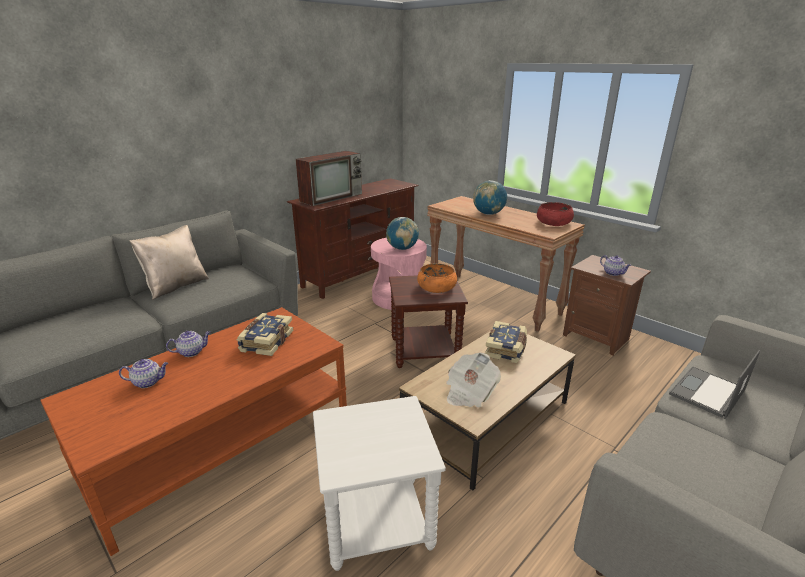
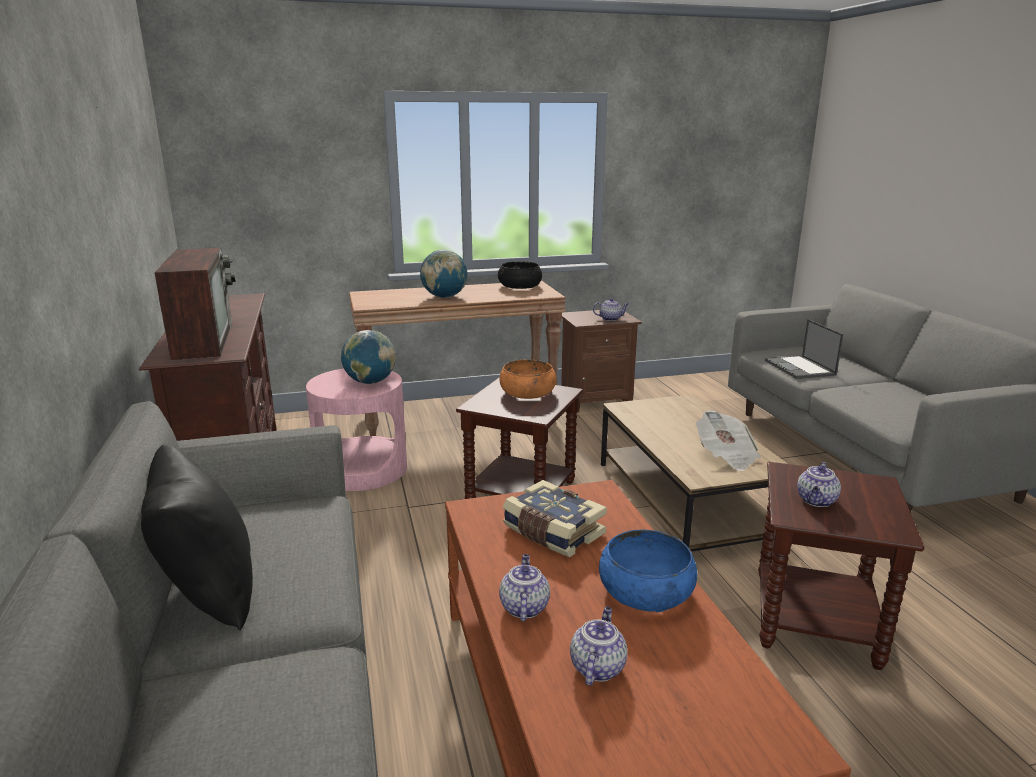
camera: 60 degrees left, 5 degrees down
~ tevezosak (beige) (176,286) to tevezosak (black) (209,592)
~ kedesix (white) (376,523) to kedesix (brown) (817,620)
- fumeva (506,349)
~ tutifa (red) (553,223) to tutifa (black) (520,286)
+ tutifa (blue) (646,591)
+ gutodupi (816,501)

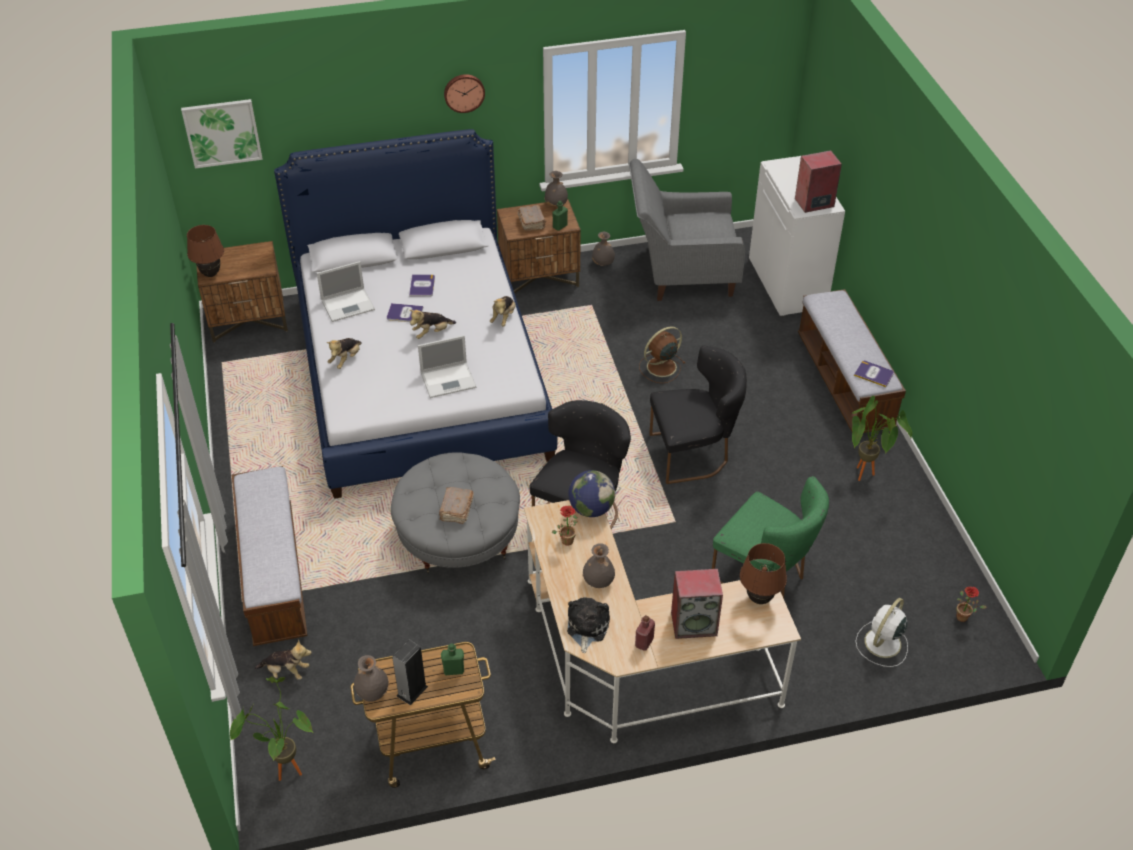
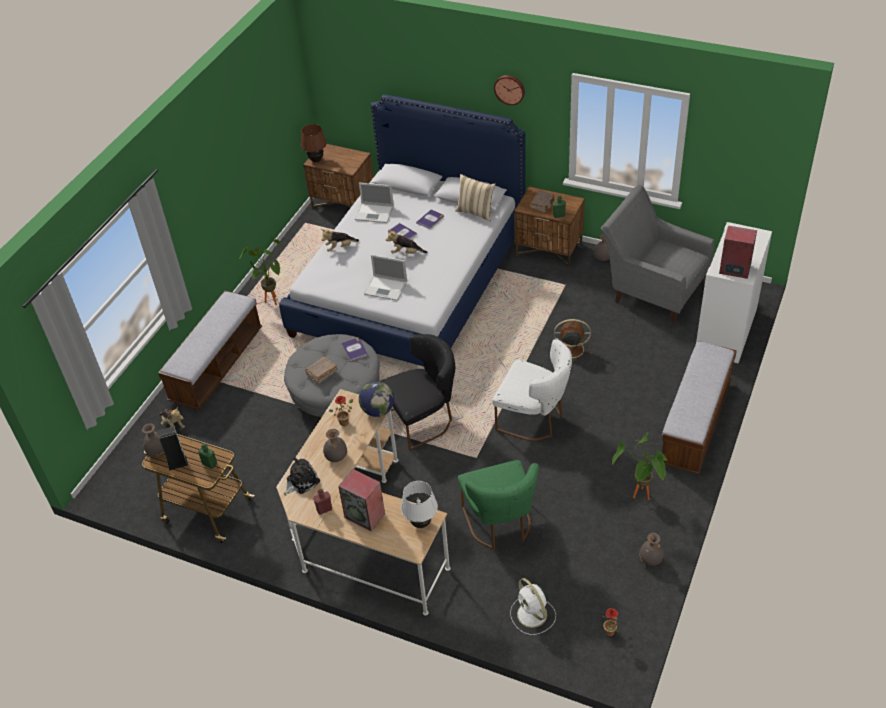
camera: 40 degrees right, 0 degrees up
- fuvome (222,132)
~ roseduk (284,769) to (271,299)
- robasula (503,317)
~ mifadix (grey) (556,205) to (650,560)
~ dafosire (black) (694,453) to dafosire (white) (534,419)
~ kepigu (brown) (759,598) to kepigu (white) (421,523)
~ fumeva (874,374) to (354,349)
~ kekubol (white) (881,644) = (533,615) 105 degrees counterclockwise
+ tevezosak (beige) (476,212)

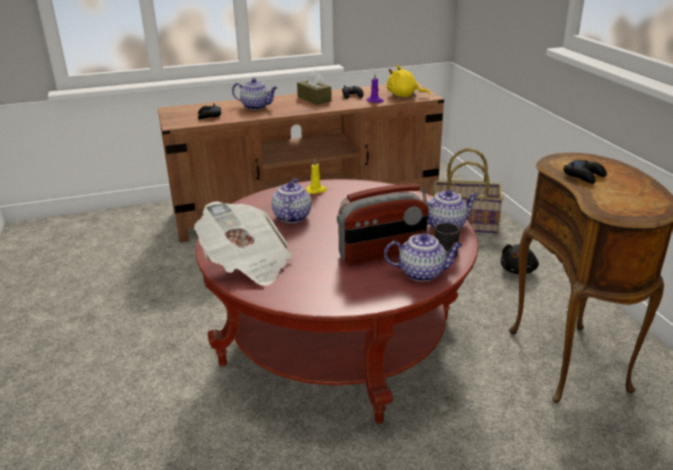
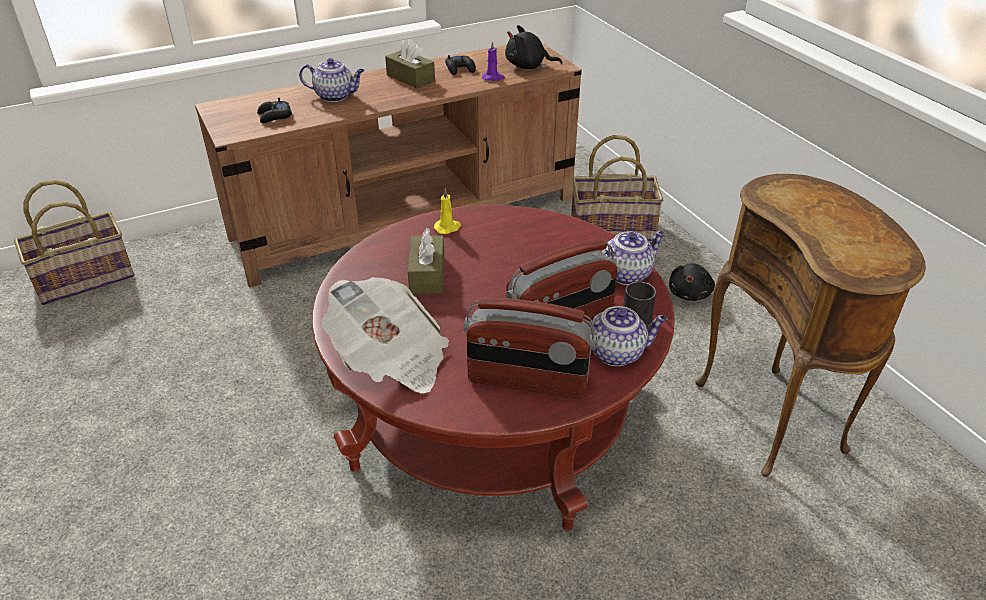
camera: 10 degrees left, 10 degrees up
~ gutodupi (291,216) to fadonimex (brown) (427,275)
~ robasula (yellow) (404,95) to robasula (black) (528,66)
- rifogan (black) (584,176)
+ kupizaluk (85,278)
+ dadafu (527,381)

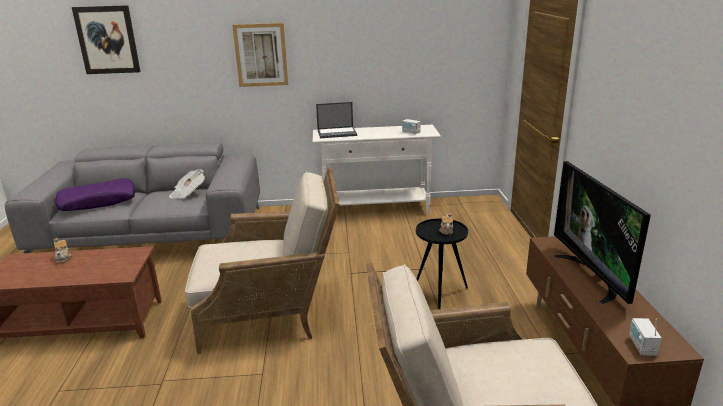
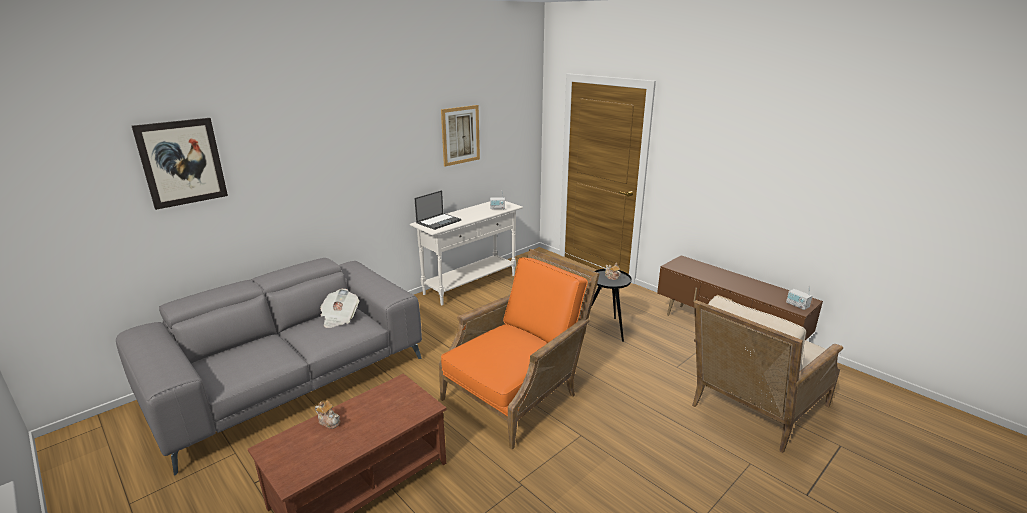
camera: 40 degrees left, 0 degrees up
- tevezosak (purple) (98,202)
~ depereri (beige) (271,313) to depereri (orange) (518,393)
~ fuvome (261,55) to (460,135)
- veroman (592,276)

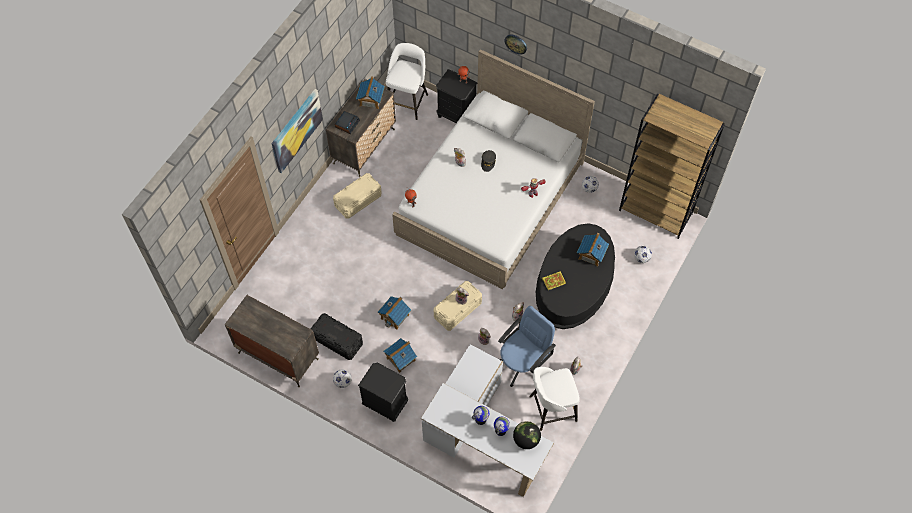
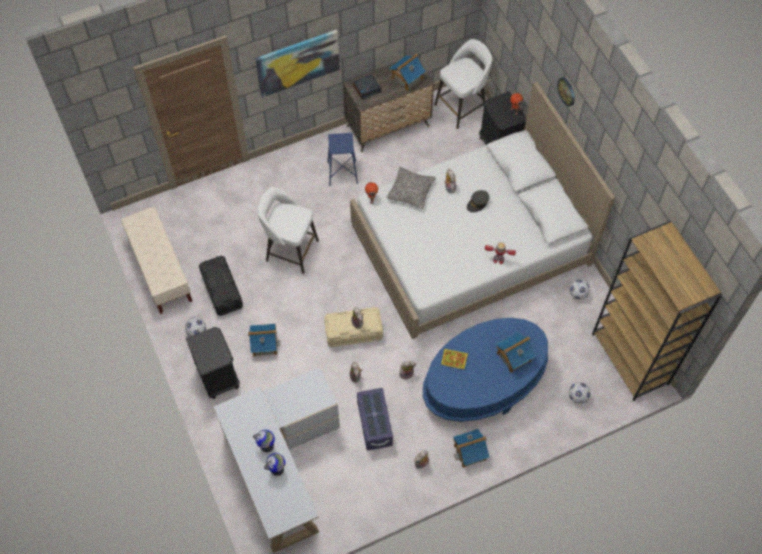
camera: 35 degrees right, 0 degrees up
~ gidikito (277,355) to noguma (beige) (160,270)
~ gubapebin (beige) (358,200) to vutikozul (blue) (342,173)
~ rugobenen (395,316) to (470,452)
~ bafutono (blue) (523,364) to gubapebin (purple) (374,424)
- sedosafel (526,439)
~ vutikozul (white) (551,409) to (290,250)
~ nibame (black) (573,288) to nibame (blue) (483,382)
+ tevezosak (411,191)

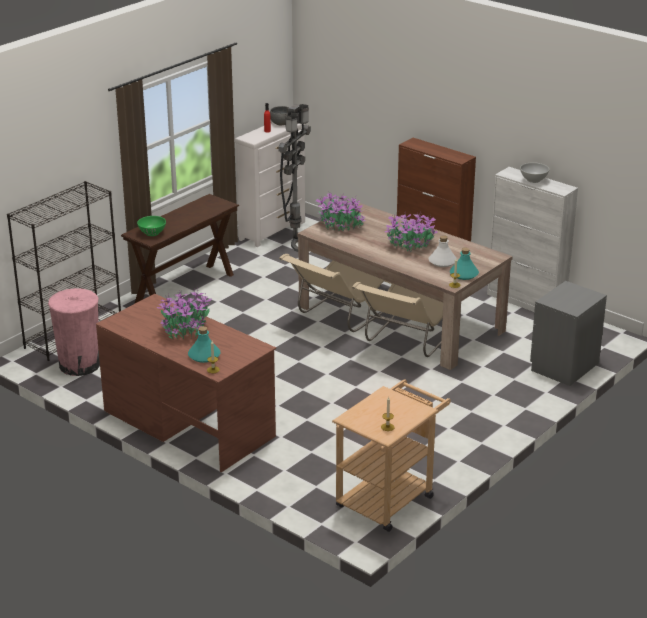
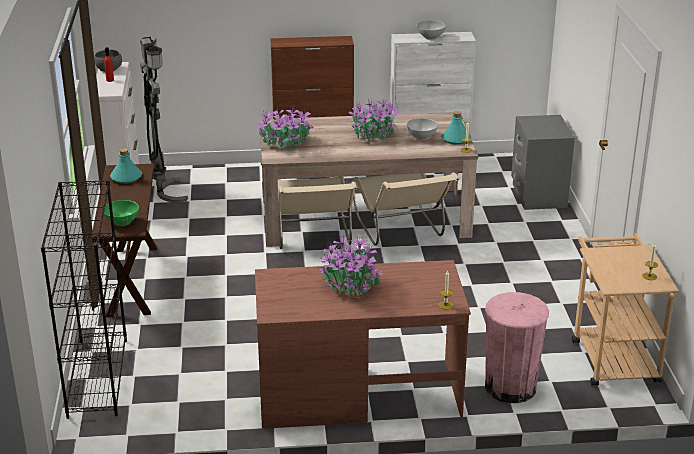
camera: 45 degrees left, 0 degrees up
~ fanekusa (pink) (79,365) to (510,387)
~ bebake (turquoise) (204,355) to (126,177)
~ bebake (white) (442,262) to tutifa (white) (421,137)

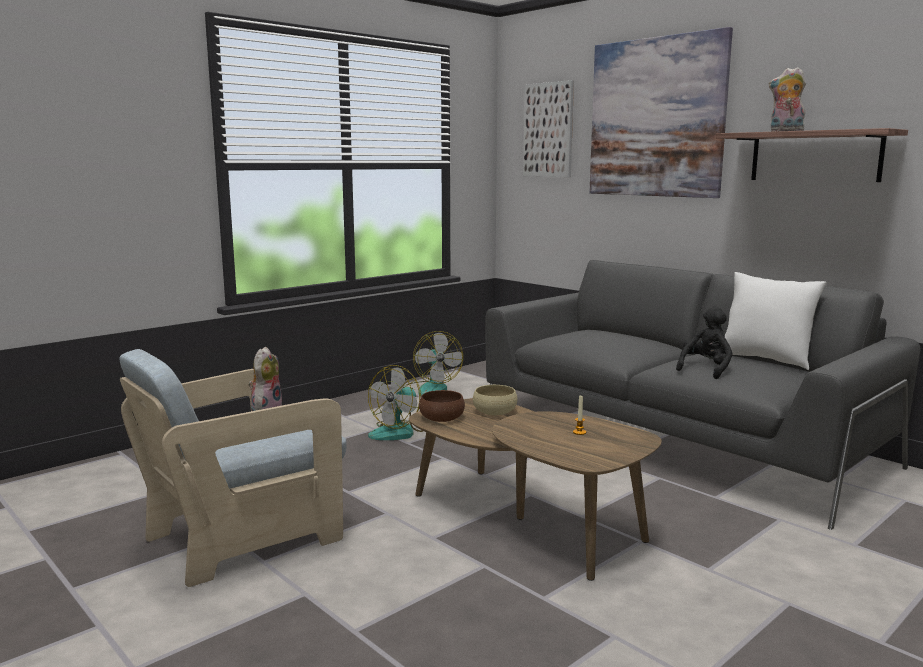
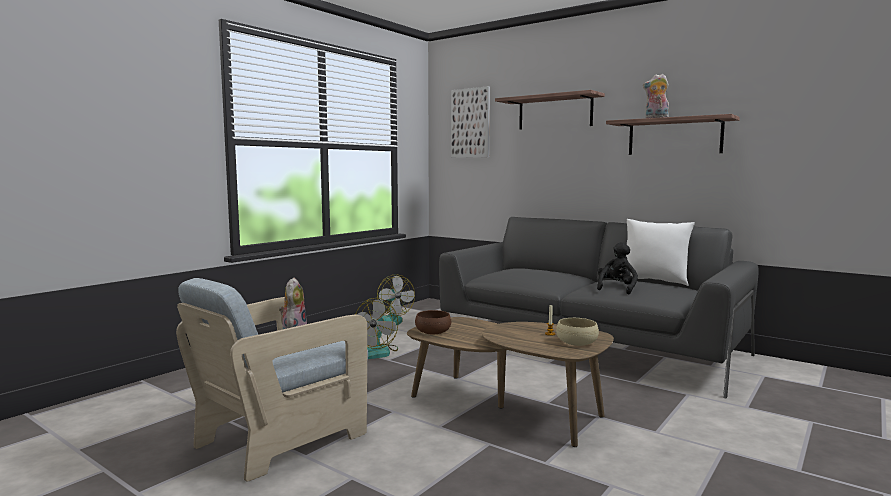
camera: 10 degrees left, 5 degrees down
~ tutifa (beige) (494,411) to (576,342)
~ fuvome (656,118) to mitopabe (555,112)

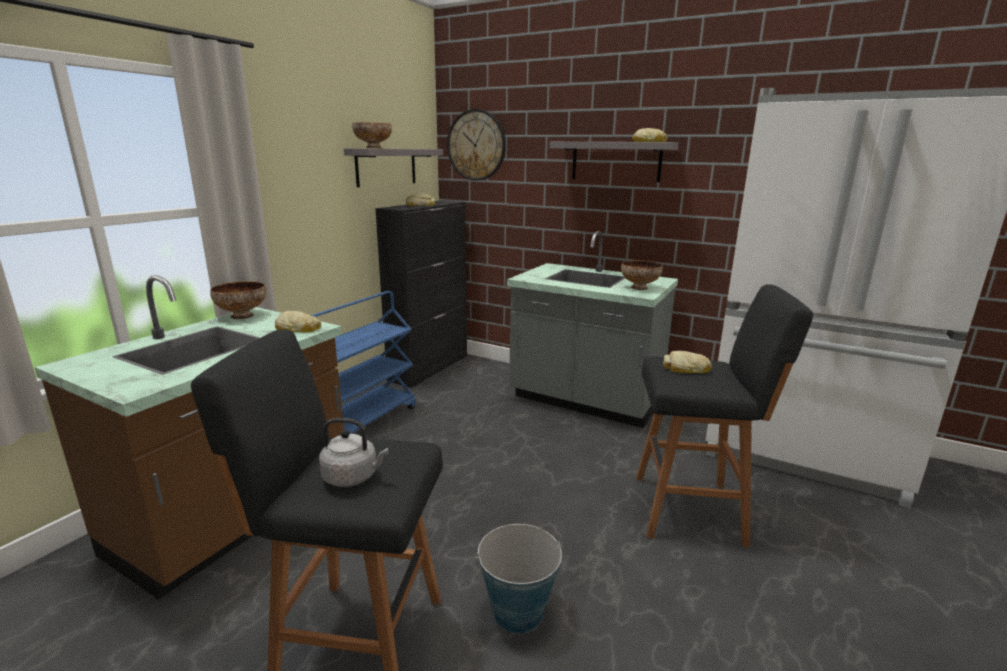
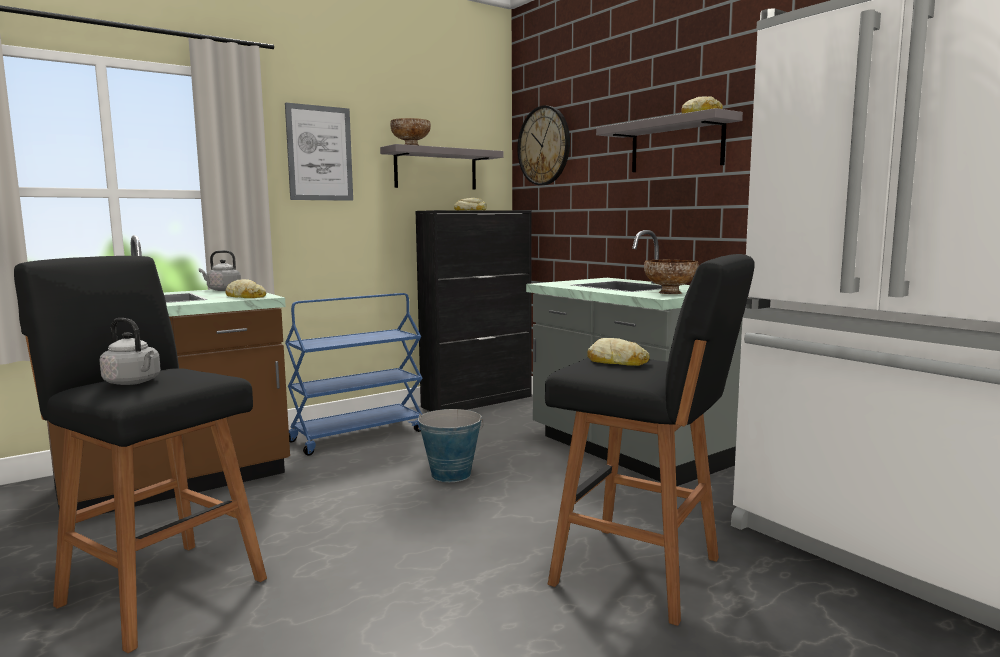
camera: 25 degrees right, 10 degrees down
~ tutifa (242,316) to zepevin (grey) (222,290)
~ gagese (517,612) to (450,474)
+ fuvome (319,153)

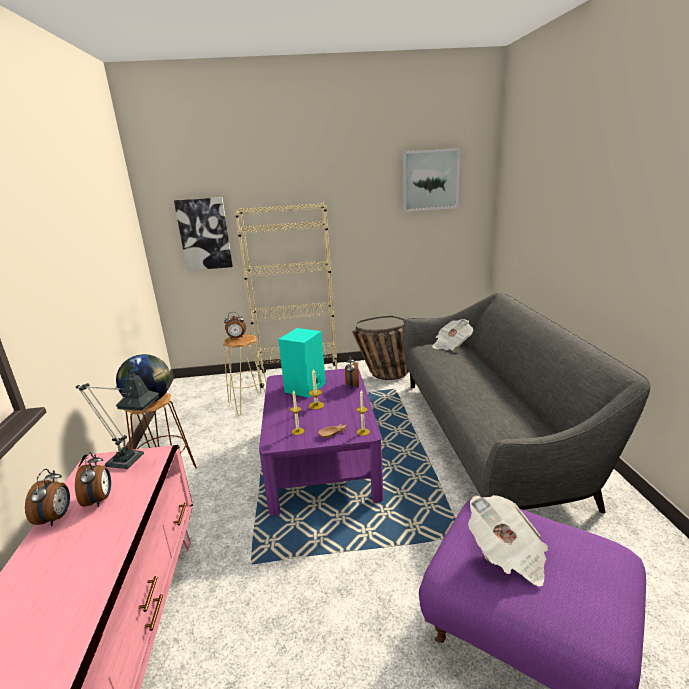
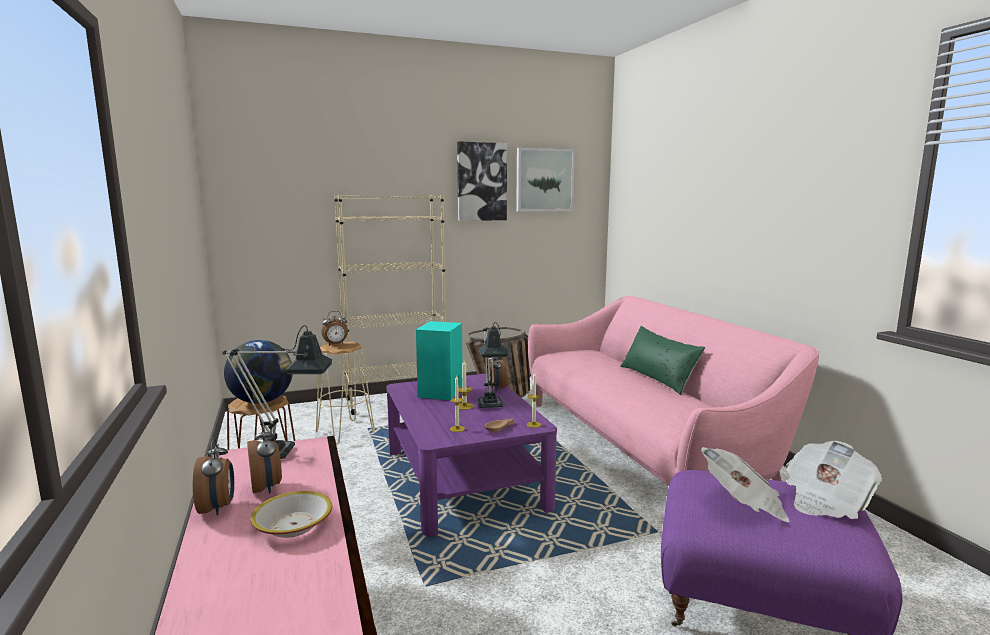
camera: 15 degrees left, 10 degrees down
~ fuvome (204,234) to (481,182)
~ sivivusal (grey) (490,436) to sivivusal (pink) (643,444)
~ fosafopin (451,345) to (825,500)
+ tutifa (294,525)
+ kepigu (490,407)
+ tevezosak (green) (658,378)

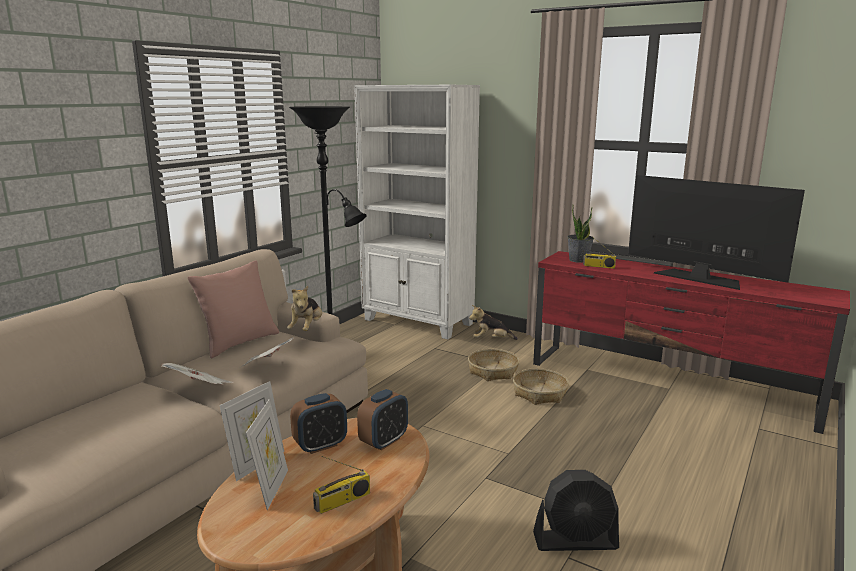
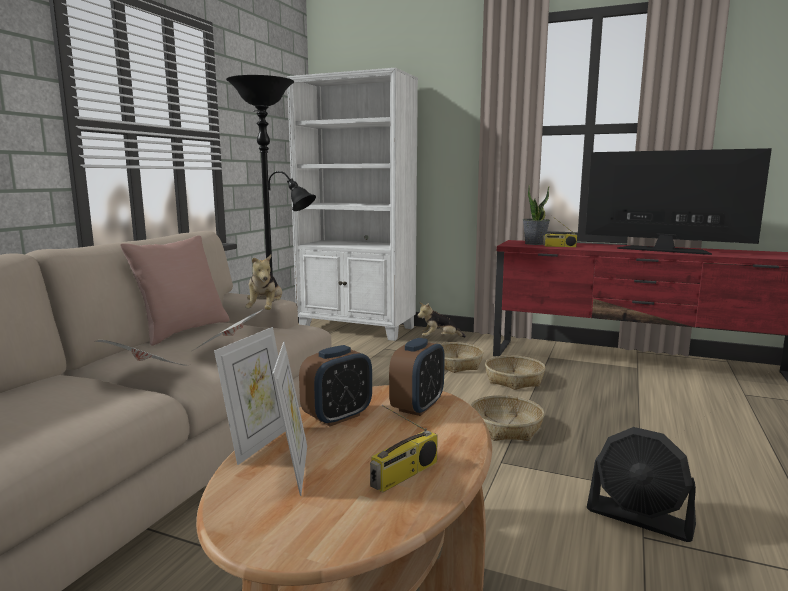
camera: 10 degrees left, 5 degrees down
~ kekubol (black) (575,541) = (640,518) 45 degrees clockwise
+ kupizaluk (506,427)

